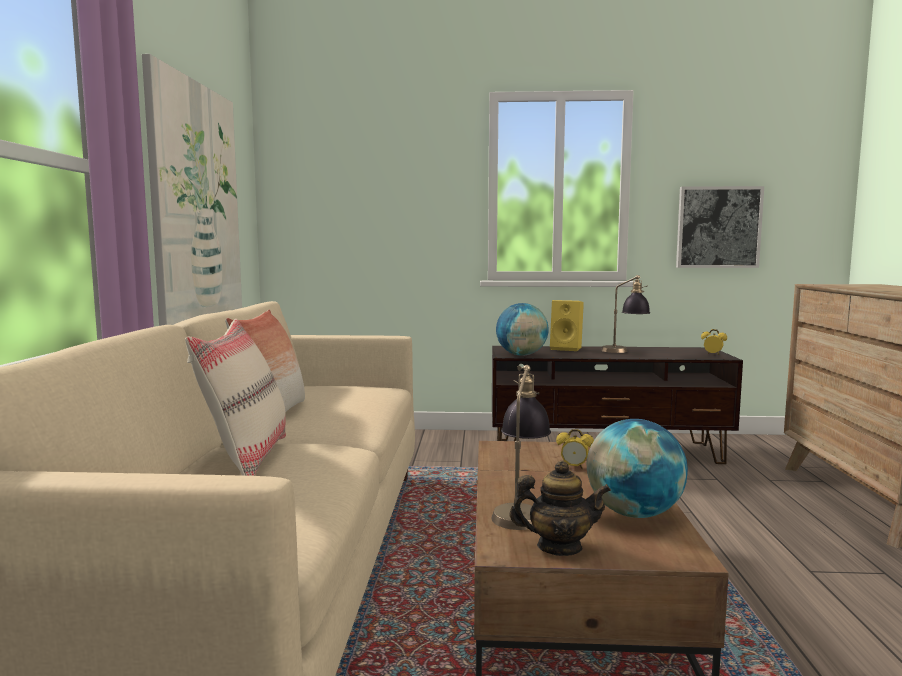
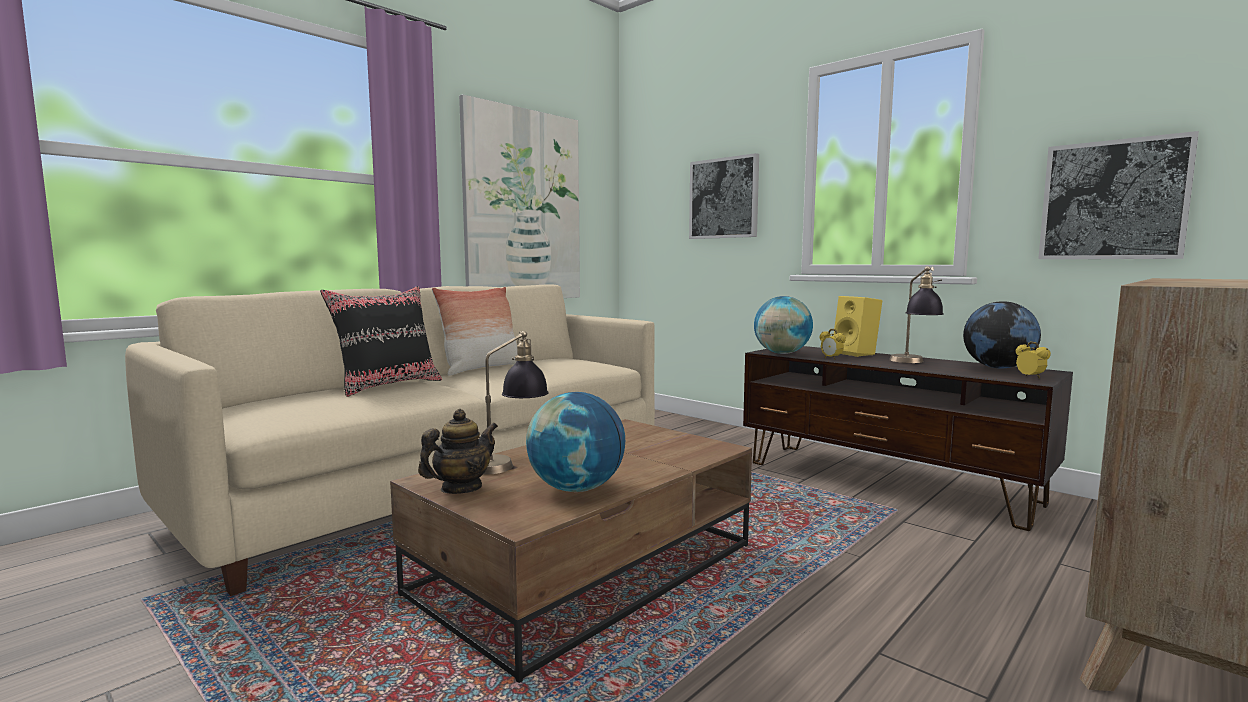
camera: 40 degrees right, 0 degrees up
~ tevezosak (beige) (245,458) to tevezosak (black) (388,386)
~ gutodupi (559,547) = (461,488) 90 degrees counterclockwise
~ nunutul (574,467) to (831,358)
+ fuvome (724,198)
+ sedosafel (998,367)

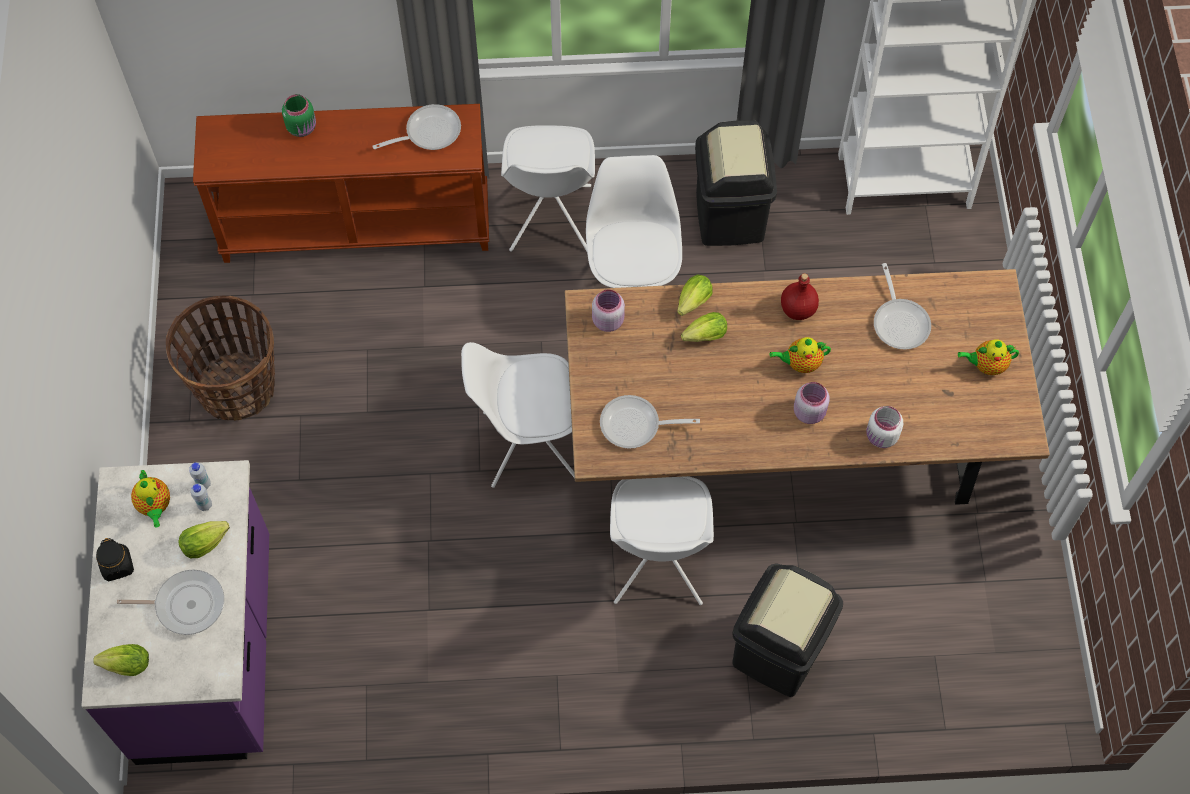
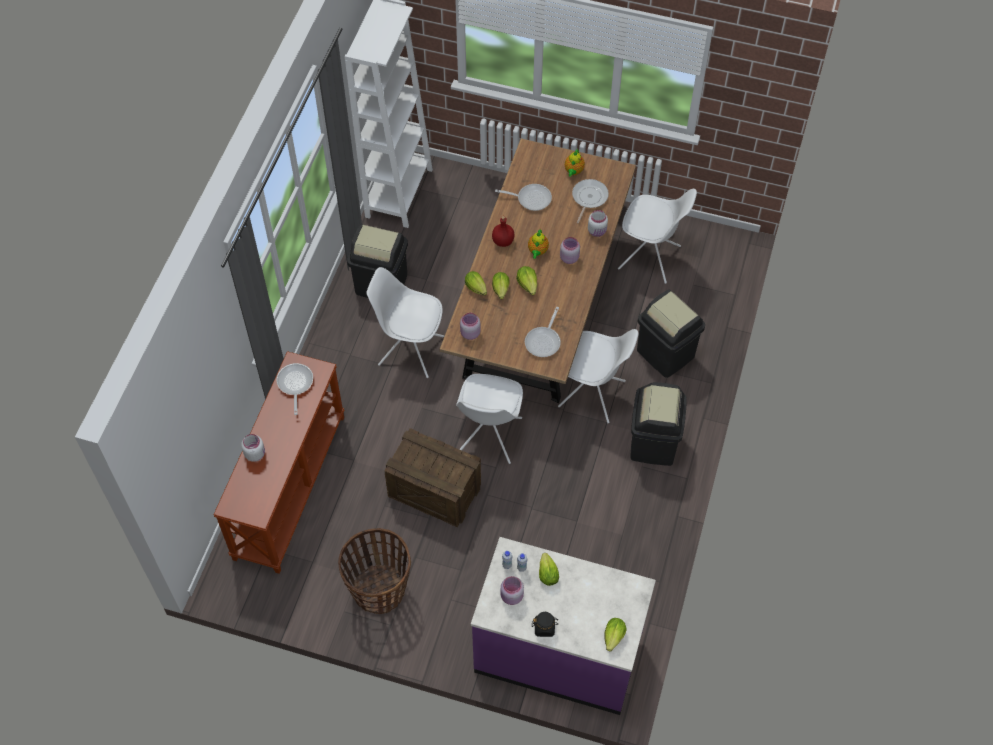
camera: 70 degrees left, 5 degrees down
~ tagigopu (186,604) to (588,198)
~ gutodupi (155,506) to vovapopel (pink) (511,596)
~ vovapopel (green) (302,127) to vovapopel (white) (255,453)
~ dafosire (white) (550,220) to (650,258)
+ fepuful (434,490)
+ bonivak (528,285)
+ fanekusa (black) (654,443)

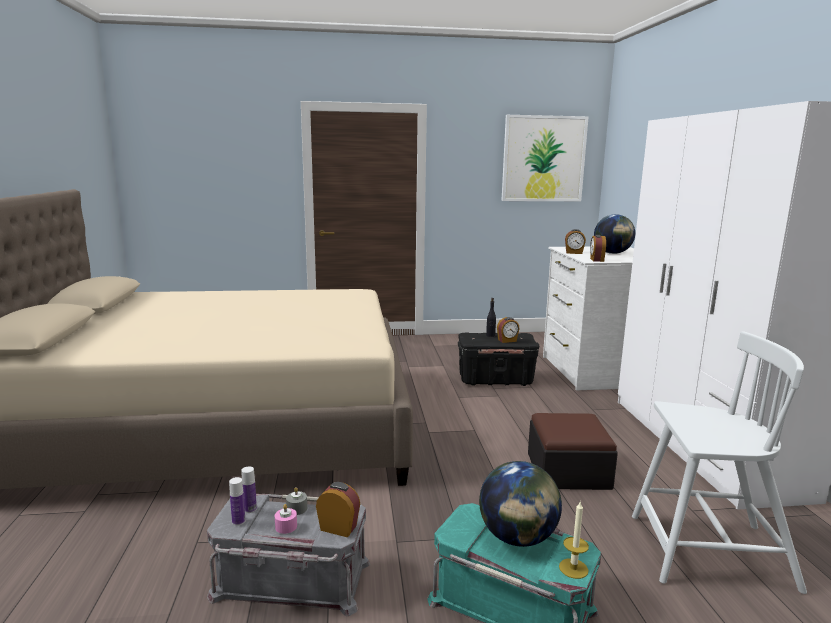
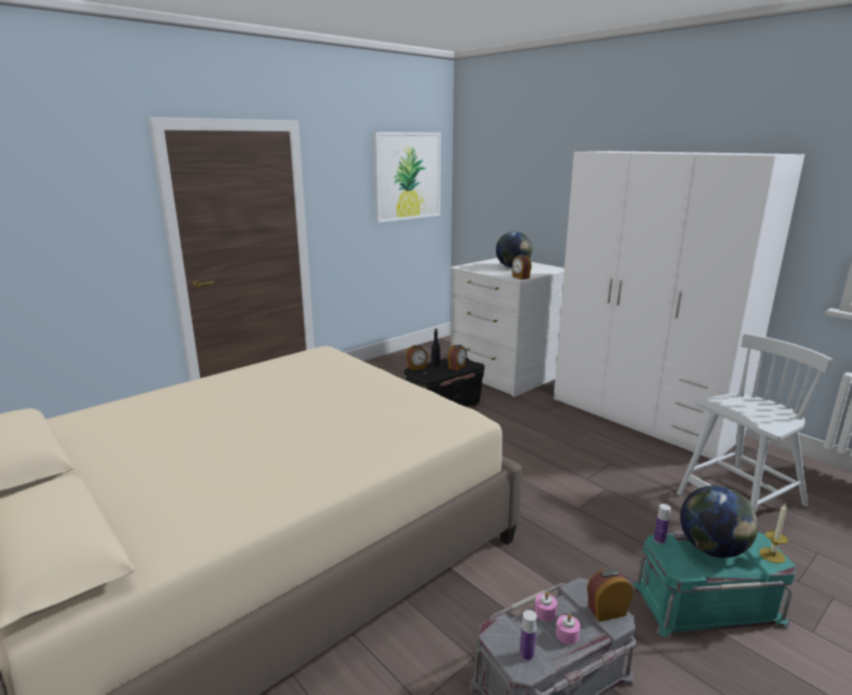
camera: 35 degrees left, 5 degrees up
~ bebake (250,509) to (659,540)
~ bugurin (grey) (297,509) to bugurin (pink) (545,612)
- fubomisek (568,471)
~ nunutul (574,253) to (416,368)

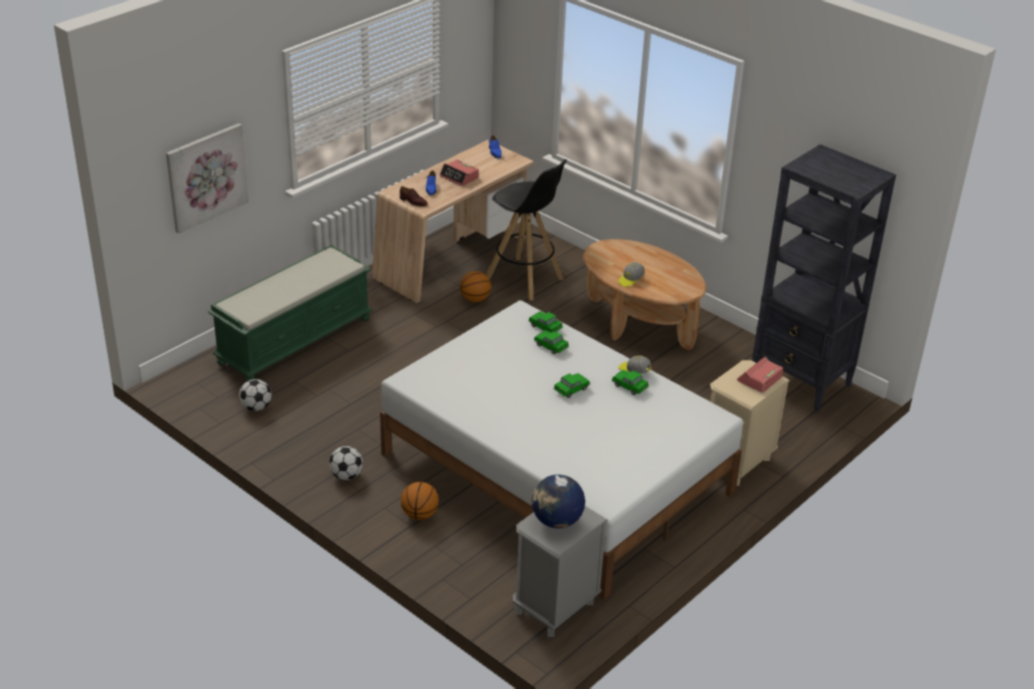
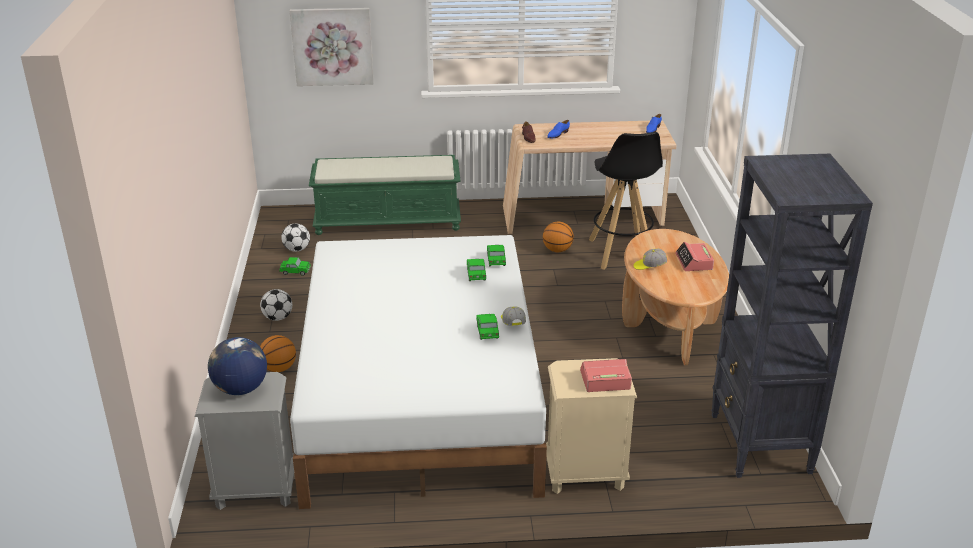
camera: 45 degrees right, 5 degrees down
~ nunutul (459,177) to (694,262)
~ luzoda (571,390) to (295,271)

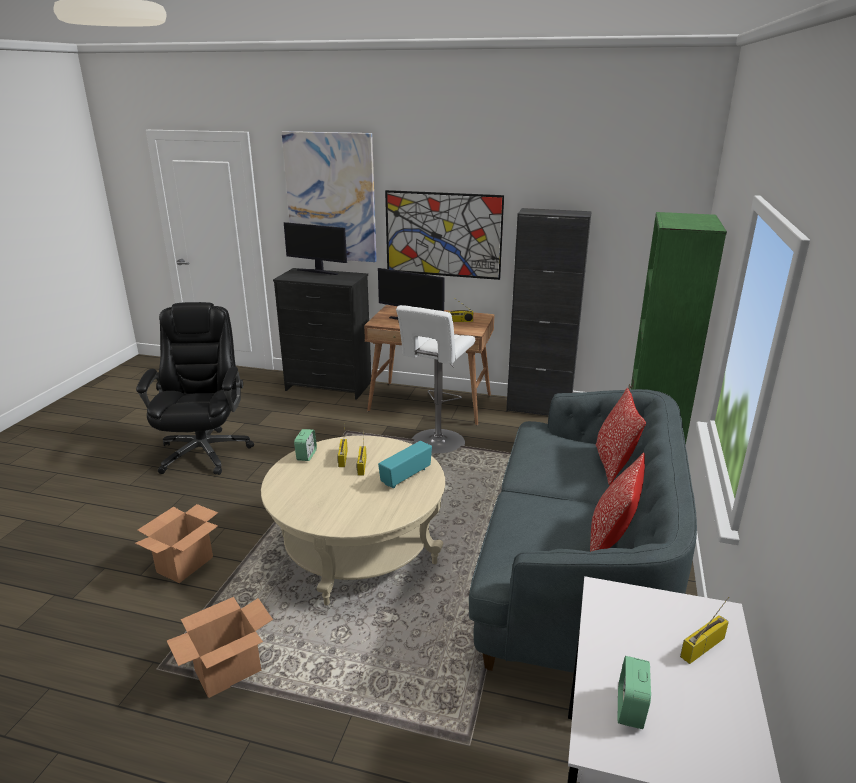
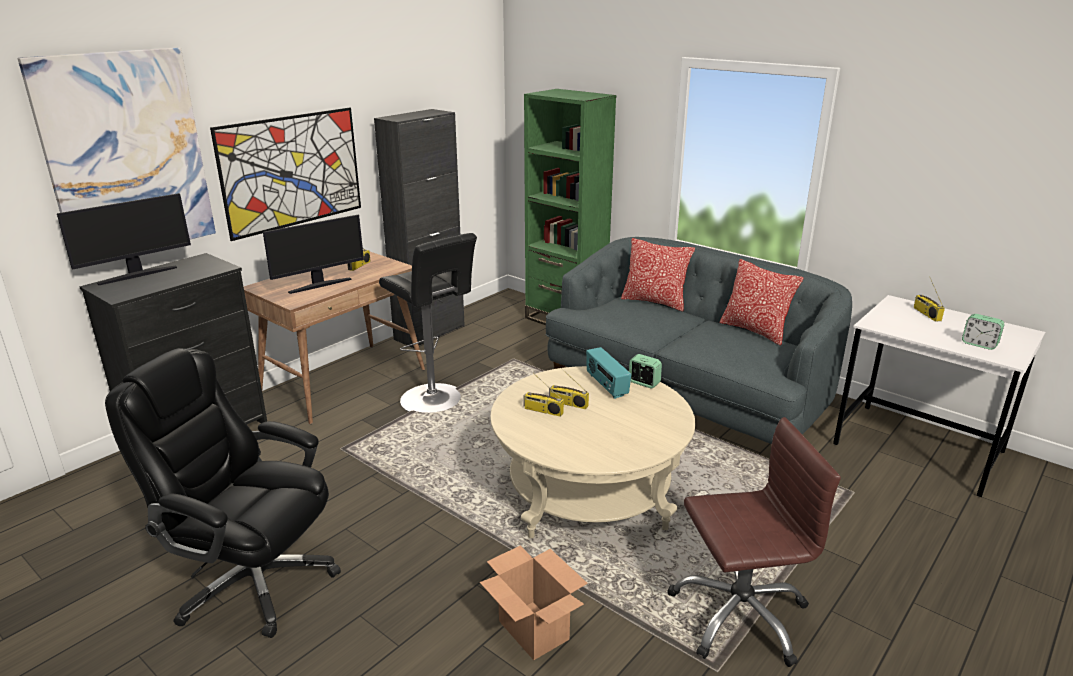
camera: 65 degrees left, 0 degrees up
~ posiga (227,672) to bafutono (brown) (739,614)
~ nunutul (306,455) to (644,383)
~ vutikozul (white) (436,444) to vutikozul (black) (435,401)

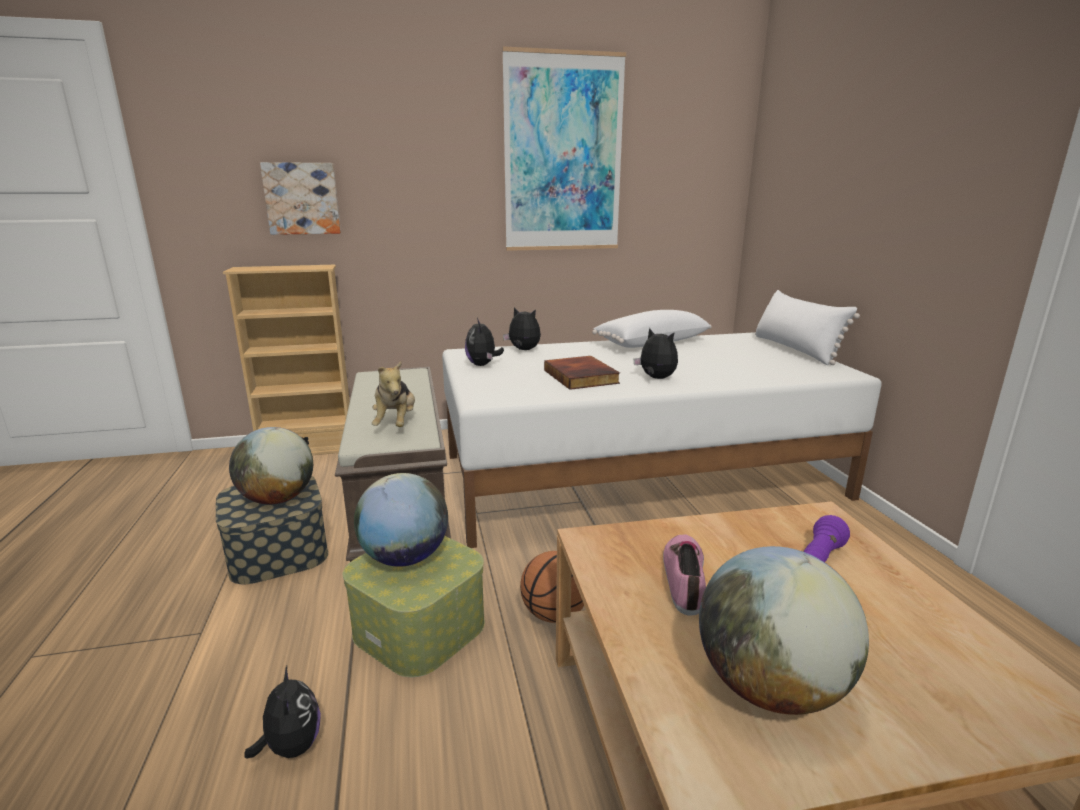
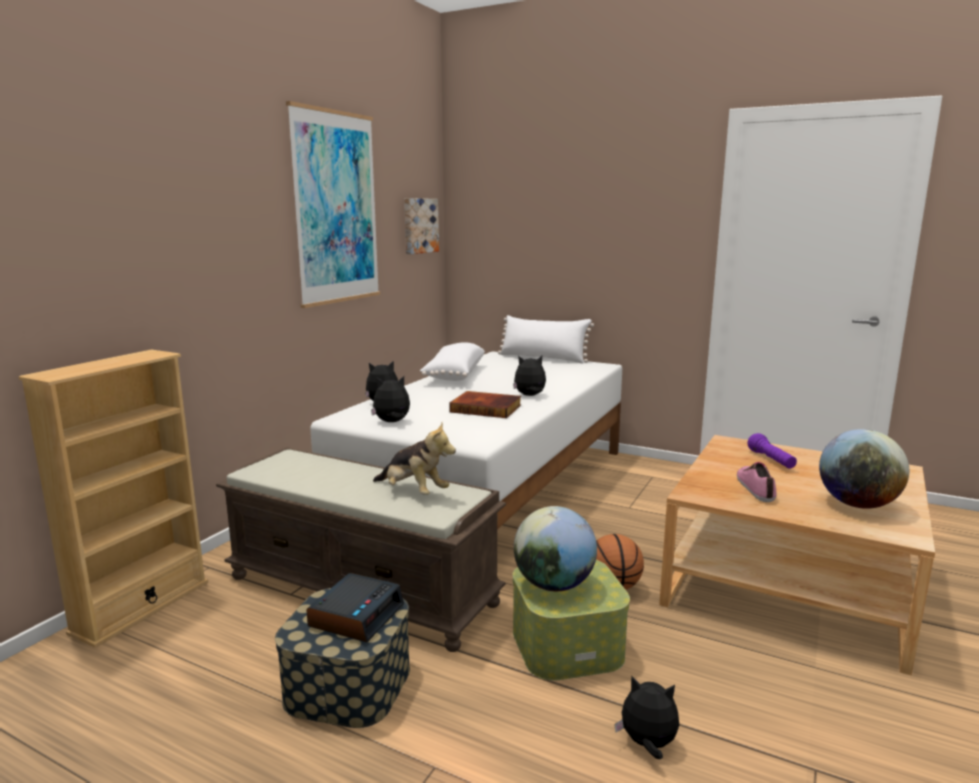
camera: 50 degrees left, 5 degrees down
~ sedosafel (278,499) to nunutul (356,615)
~ fuvome (302,198) to (419,225)
~ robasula (483,365) = (392,422) 135 degrees clockwise
~ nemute (686,578) = (756,488) 45 degrees clockwise

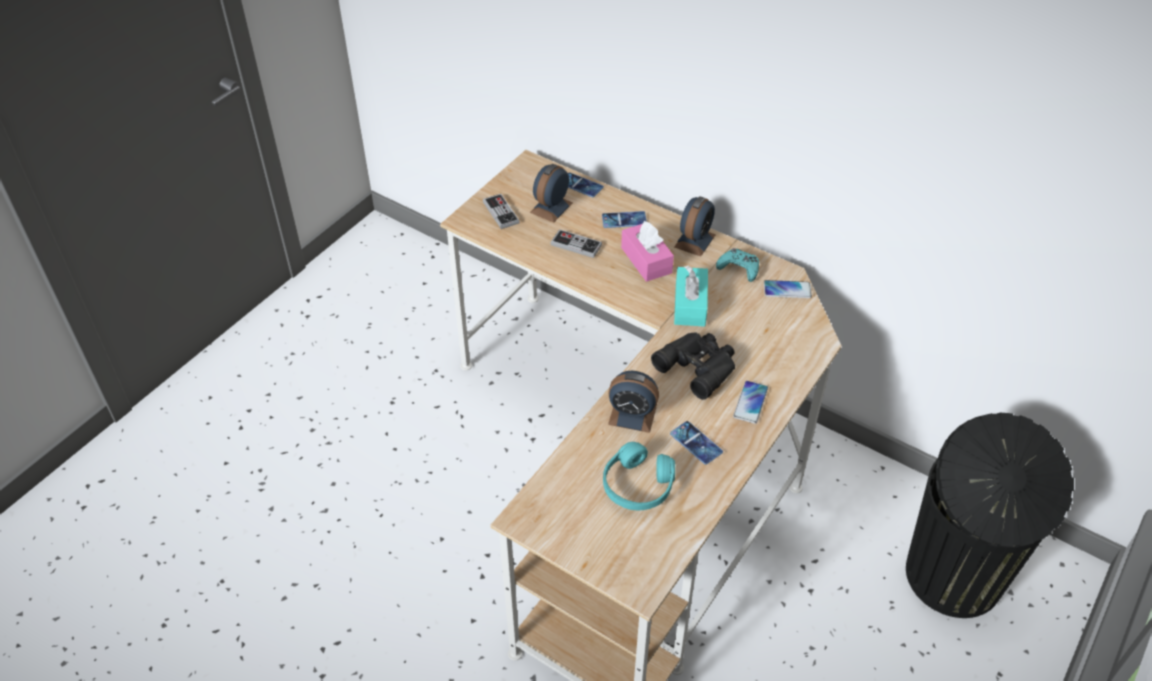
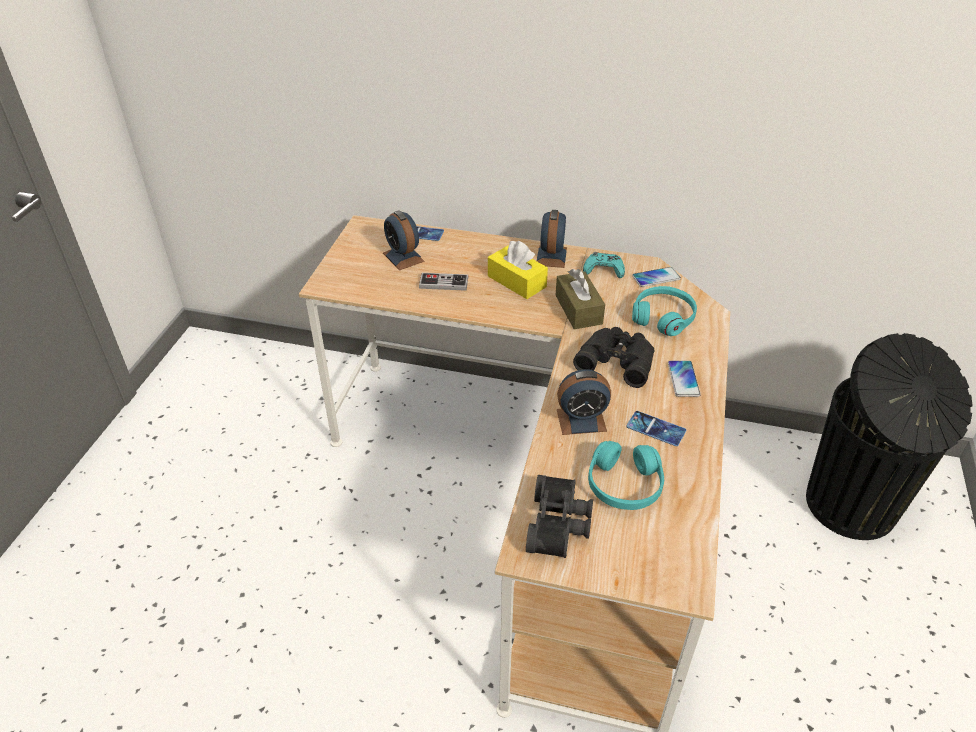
camera: 20 degrees left, 5 degrees down
- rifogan (501,212)
~ nunutul (551,207) = (403,257) 45 degrees counterclockwise
- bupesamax (624,220)
~ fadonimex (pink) (646,260) to fadonimex (yellow) (516,281)
~ fadonimex (turquoise) (690,305) to fadonimex (brown) (578,309)
+ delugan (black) (560,524)
+ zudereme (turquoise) (663,317)

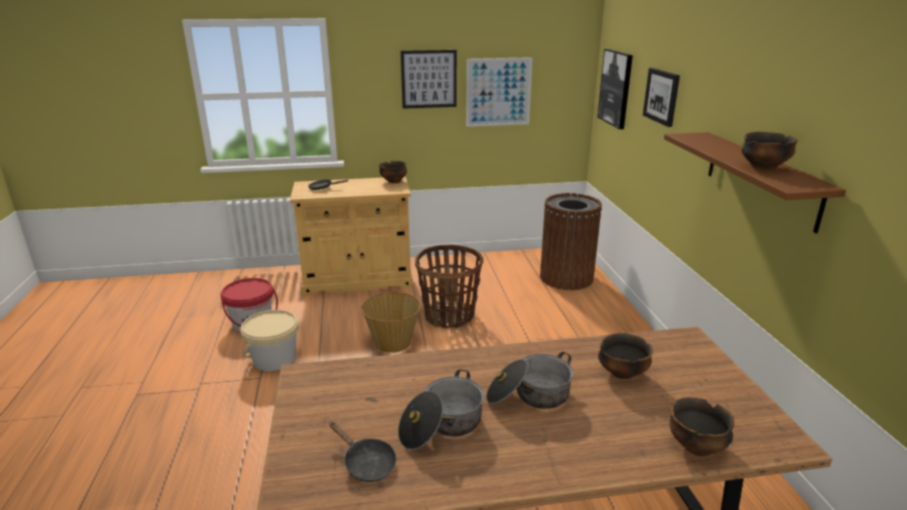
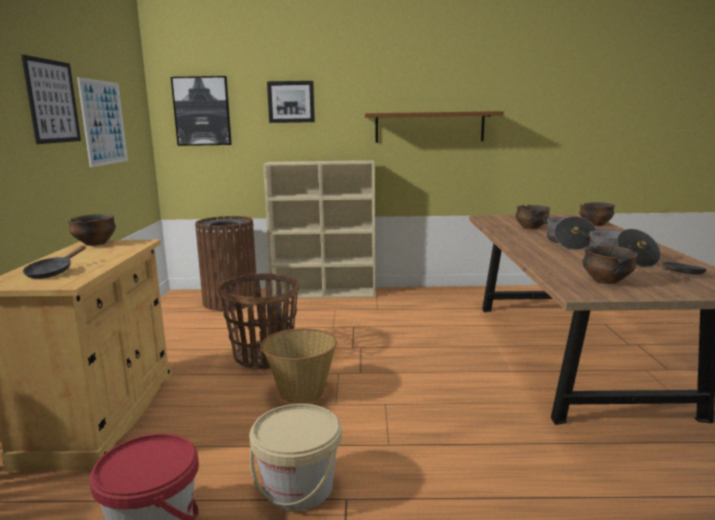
camera: 80 degrees left, 10 degrees down
~ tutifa (763,167) to (606,281)
+ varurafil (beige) (325,293)

